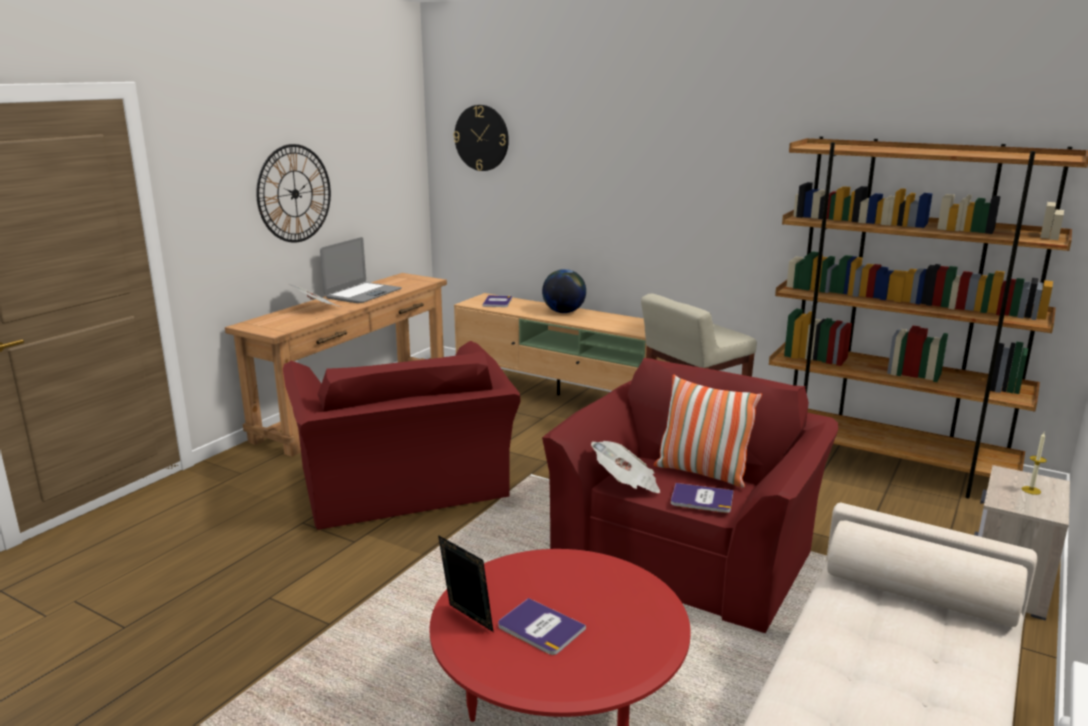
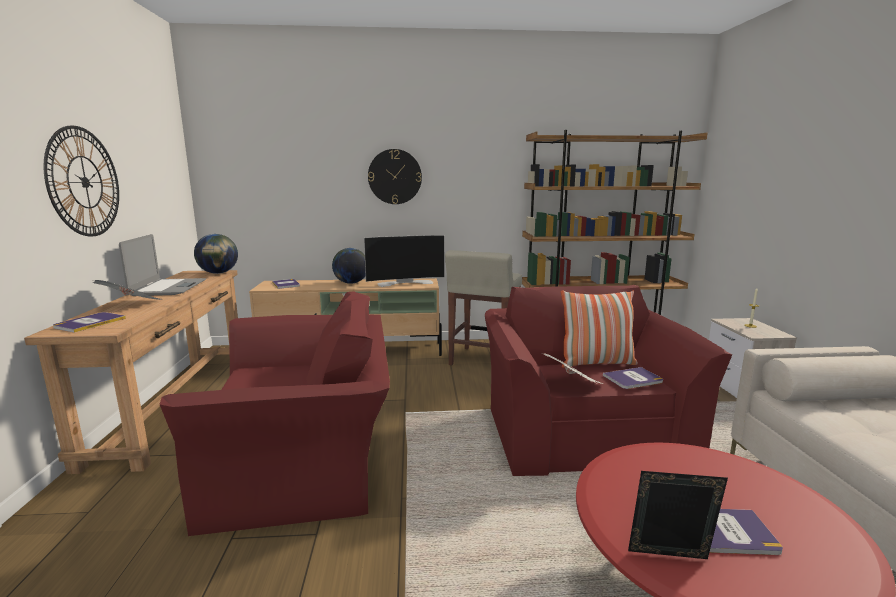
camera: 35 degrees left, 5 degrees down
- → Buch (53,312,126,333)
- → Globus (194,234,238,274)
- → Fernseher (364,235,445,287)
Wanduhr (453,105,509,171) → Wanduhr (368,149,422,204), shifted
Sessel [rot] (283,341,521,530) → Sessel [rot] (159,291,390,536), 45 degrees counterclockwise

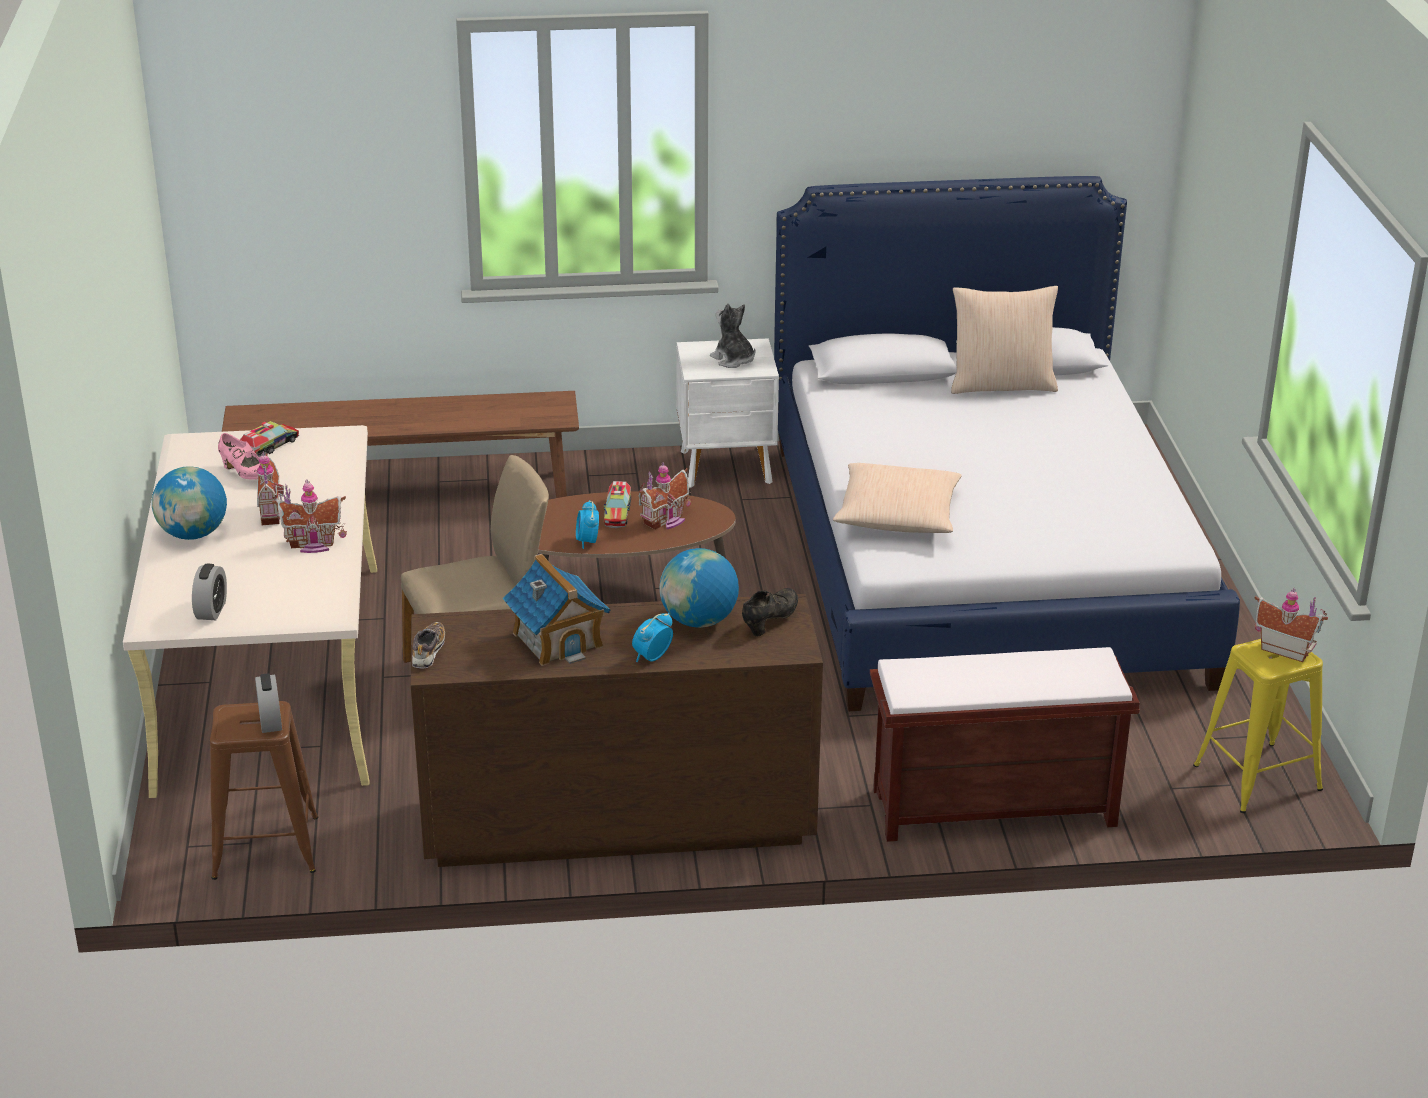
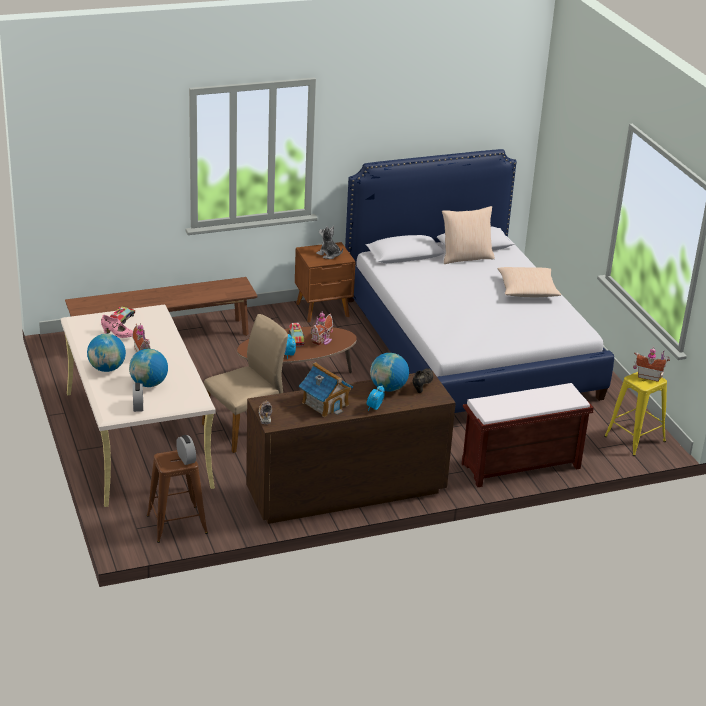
camera: 15 degrees left, 0 degrees up
Spielzeughaus (272,479,347,553) → -
- → Globus (129,349,168,387)
Kissen [beige] (833,463,962,533) → Kissen [beige] (498,267,561,297), shifted
Nachttisch [weiß] (676,338,779,488) → Nachttisch [braun] (295,242,356,323)

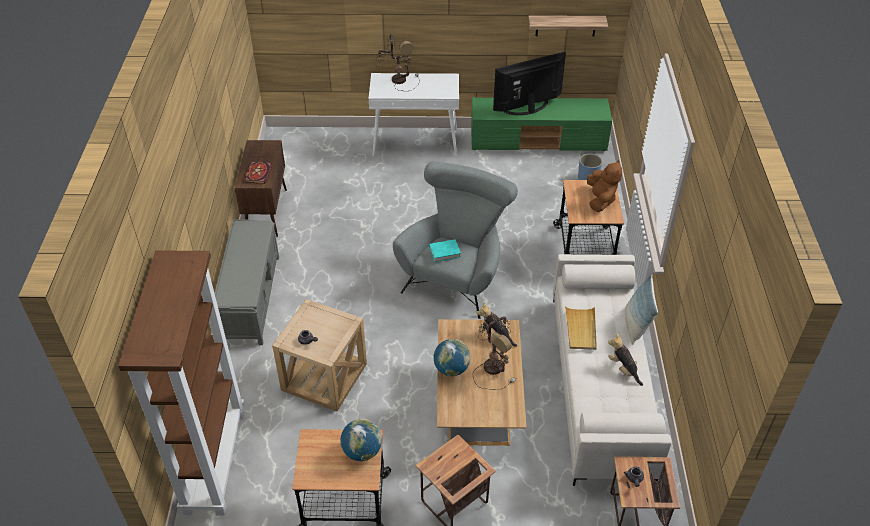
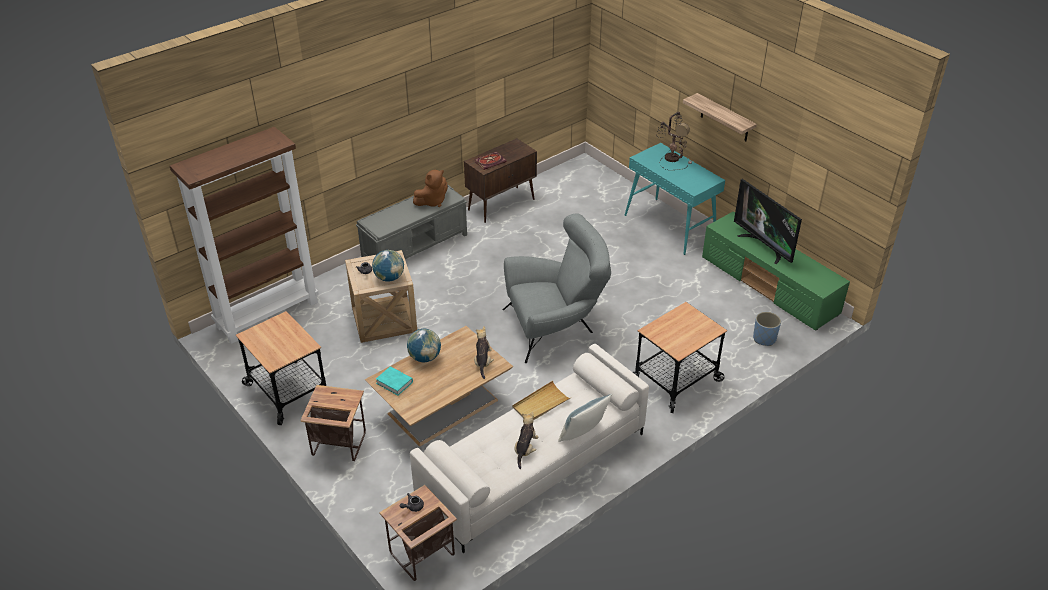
camera: 50 degrees right, 5 degrees down
Tischlampe (473,316,516,390) → -
Globus (341,419,382,461) → Globus (372,250,404,282), shifted
Buch [türkis] (429,239,461,263) → Buch [türkis] (376,366,413,395), shifted
Wandregal (528,15,608,37) → Wandregal (683,93,757,141), shifted
Plüschtier [braun] (587,160,622,212) → Plüschtier [braun] (413,170,448,207), shifted
Konsolentisch [weiß] (369,73,459,157) → Konsolentisch [türkis] (625,143,725,255)
Fernseher (493,52,566,115) → Fernseher (734,179,802,264), 150 degrees counterclockwise

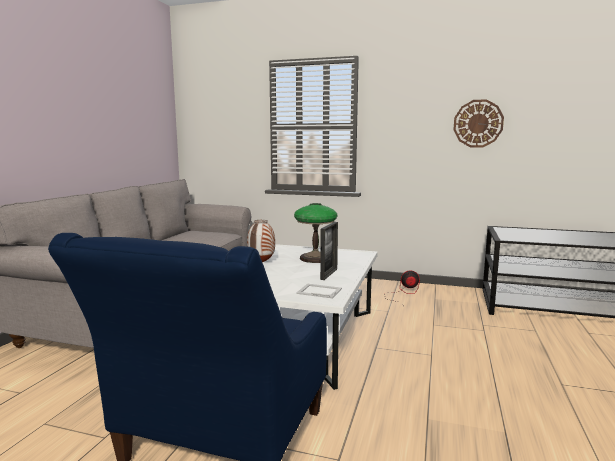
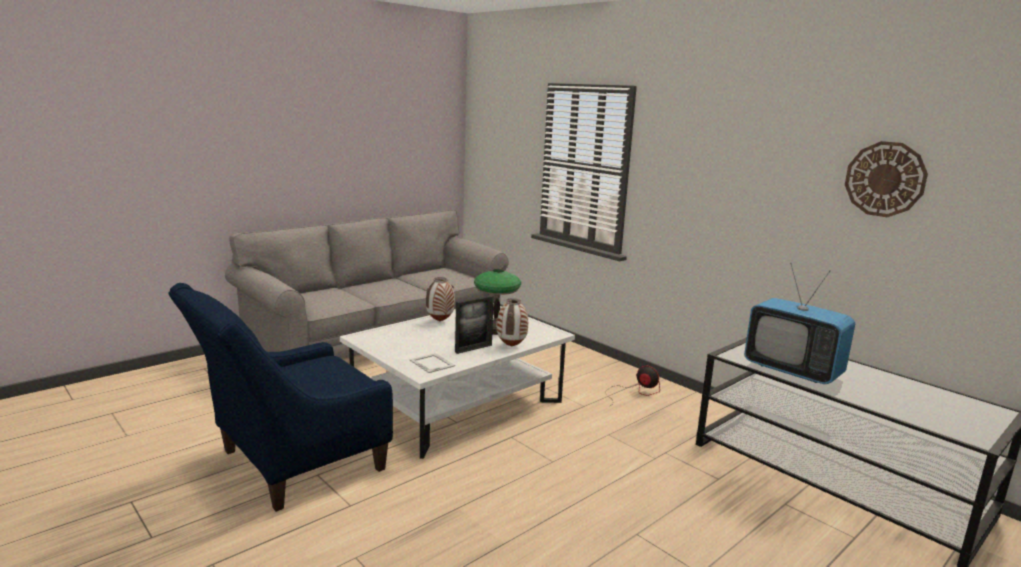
camera: 30 degrees right, 5 degrees up
- → Vase (497,298,528,347)
- → Fernseher (744,263,855,384)
Wanduhr (454,99,504,147) → Wanduhr (845,141,928,217), shifted

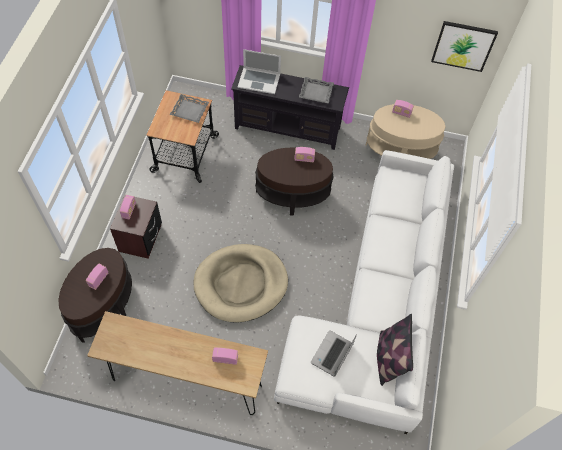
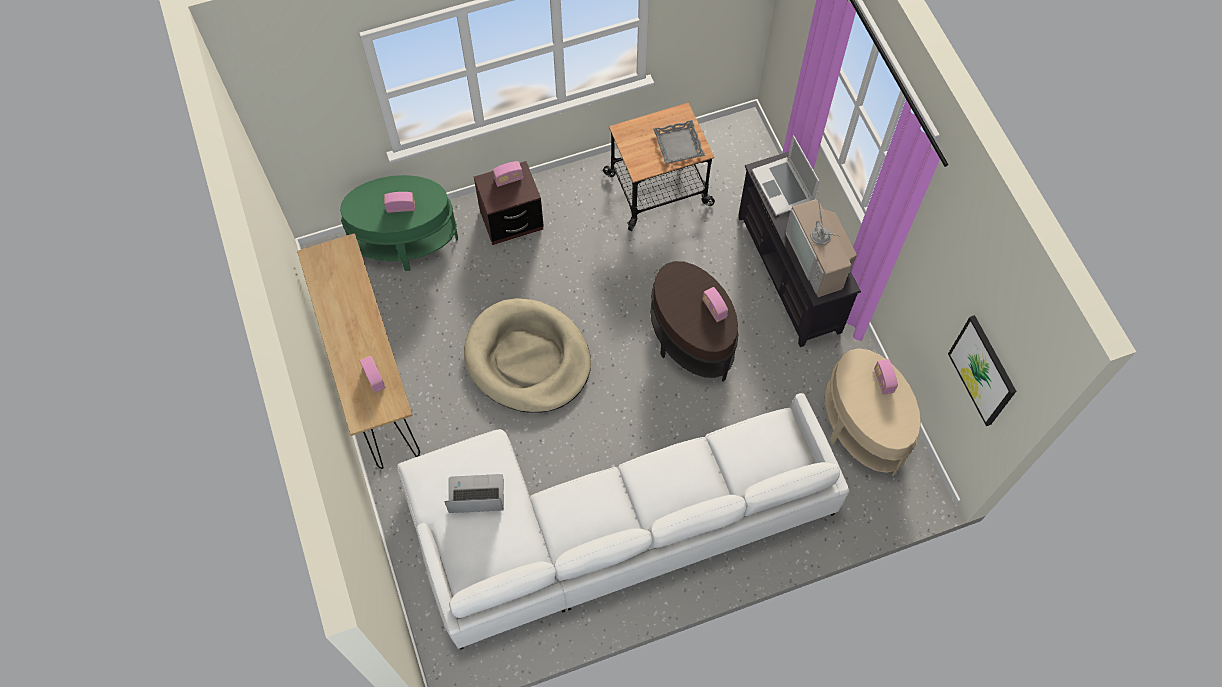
camera: 60 degrees right, 5 degrees up
Kissen (377,314,413,386) → -
Tablett [grau] (299,77,334,103) → Fernseher (785,192,857,297)
Beistelltisch [braun] (58,248,132,343) → Beistelltisch [grün] (340,175,458,271)

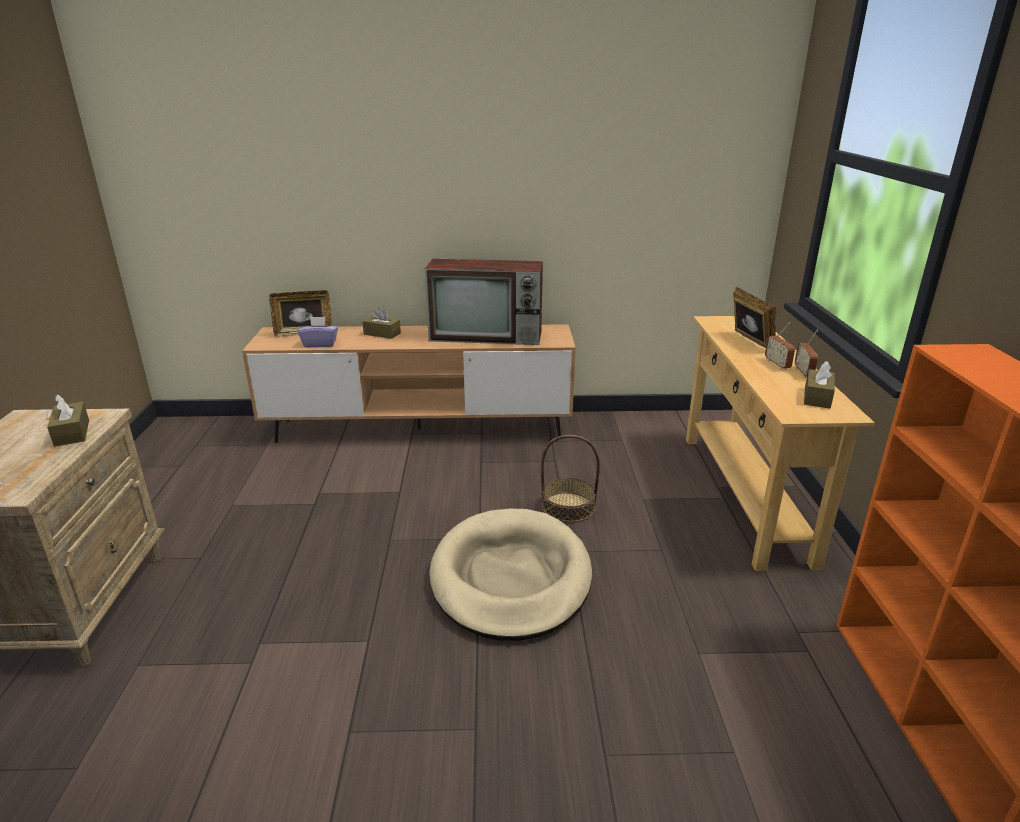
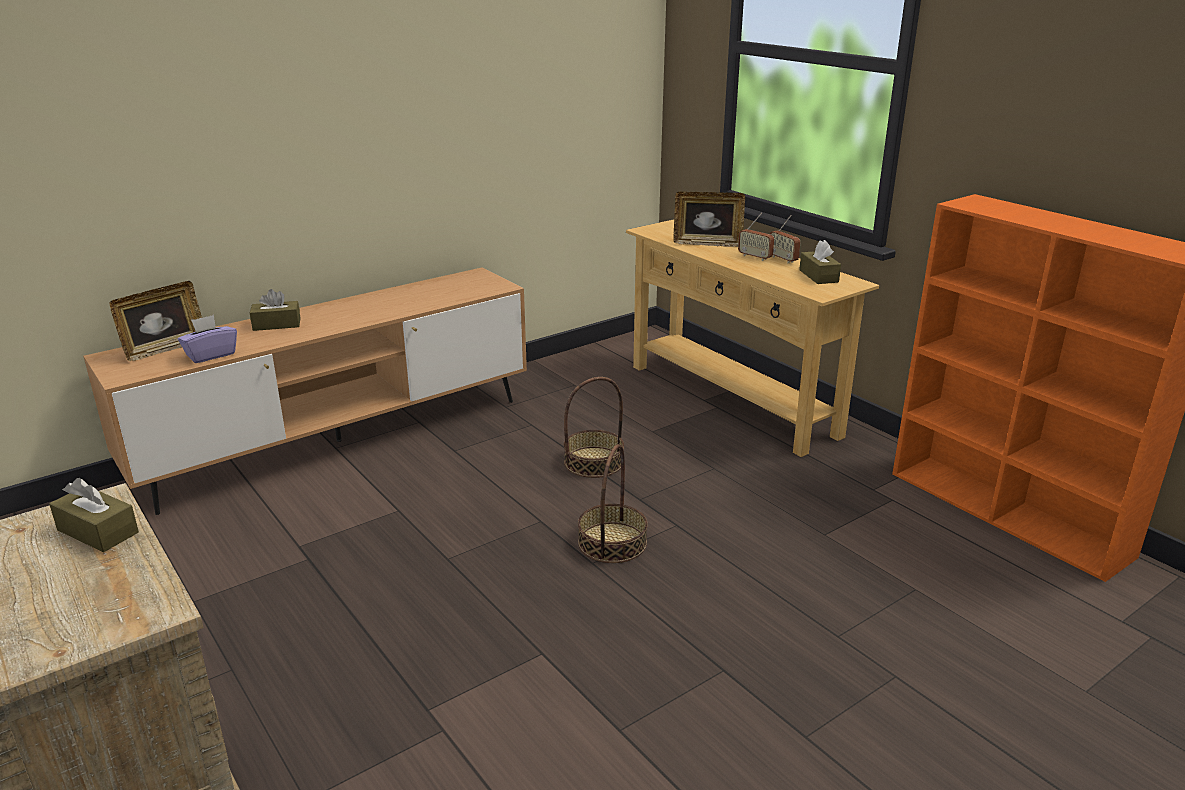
camera: 35 degrees left, 0 degrees up
Fernseher (425,259,543,345) → -
Hundebett [beige] (429,509,592,641) → Korb (578,444,648,563)
Bilderrahmen (733,287,776,348) → Bilderrahmen (673,192,745,247), 150 degrees clockwise

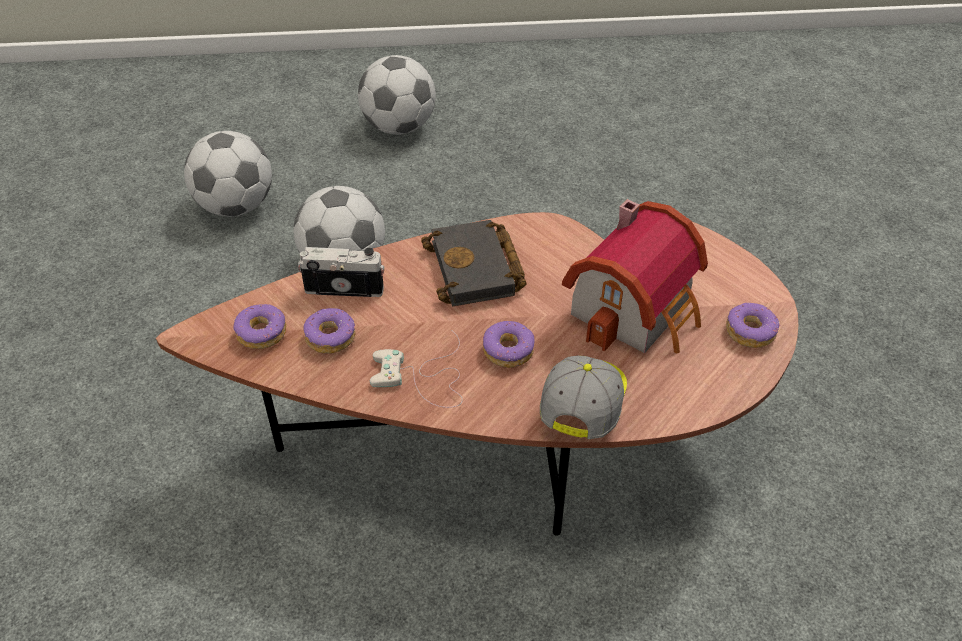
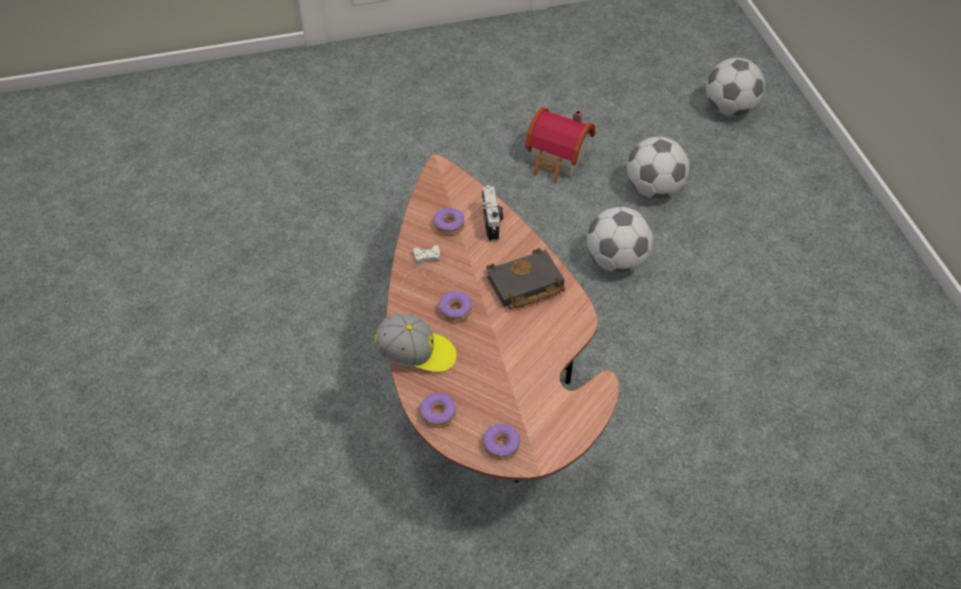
camera: 80 degrees right, 5 degrees up
Donut (233,304,286,349) → Donut (420,393,456,428), shifted
Fußball (358,55,436,135) → Fußball (706,58,765,116), shifted
Spielzeughaus (562,199,708,354) → Spielzeughaus (525,107,596,183), shifted

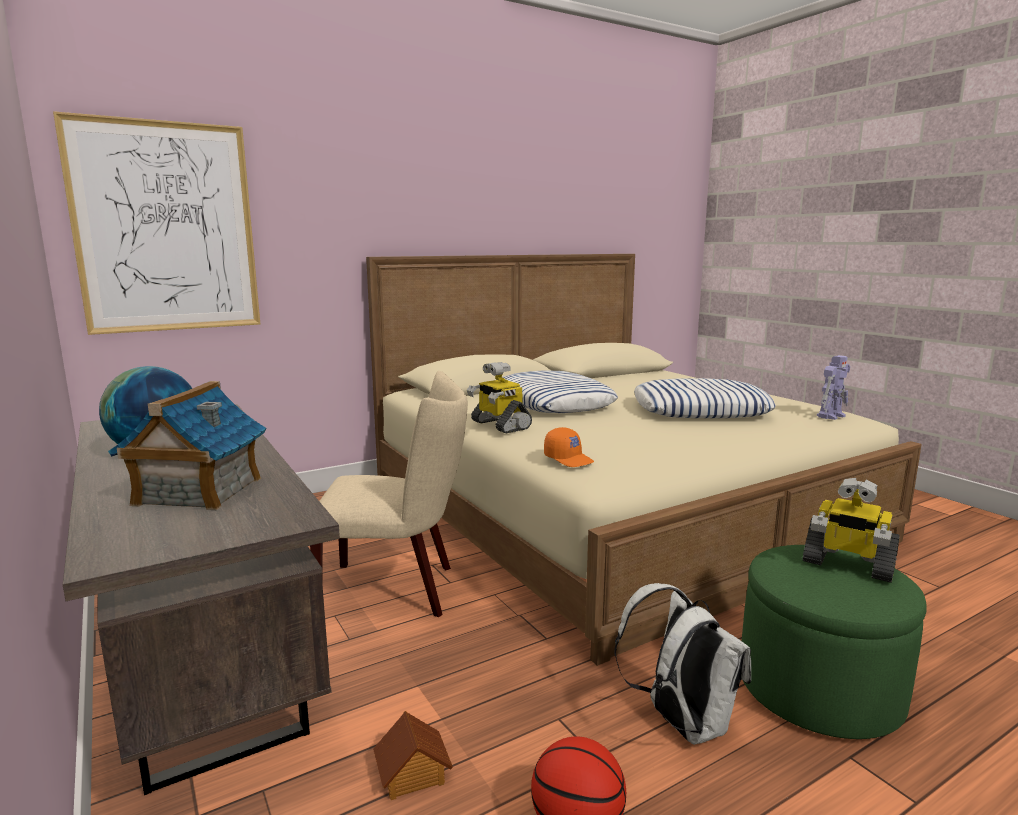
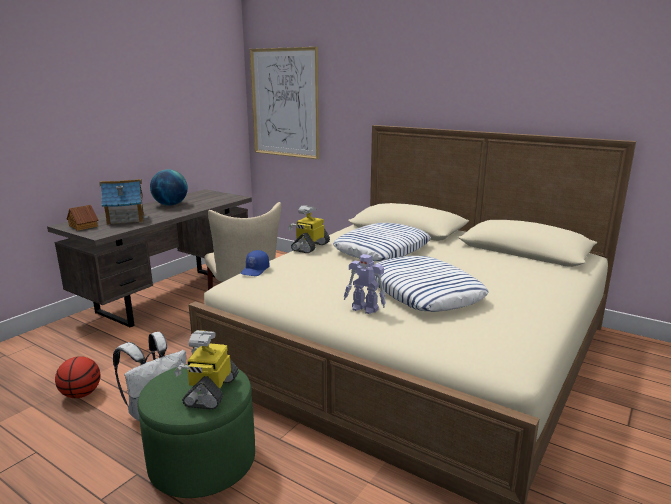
camera: 65 degrees right, 5 degrees up
Spielzeughaus (373,711,453,800) → Spielzeughaus (67,205,98,231), shifted
Spielzeugroboter (817,355,850,420) → Spielzeugroboter (344,254,386,314), shifted
Kappe [orange] (544,427,594,467) → Kappe [blau] (241,250,269,276)

